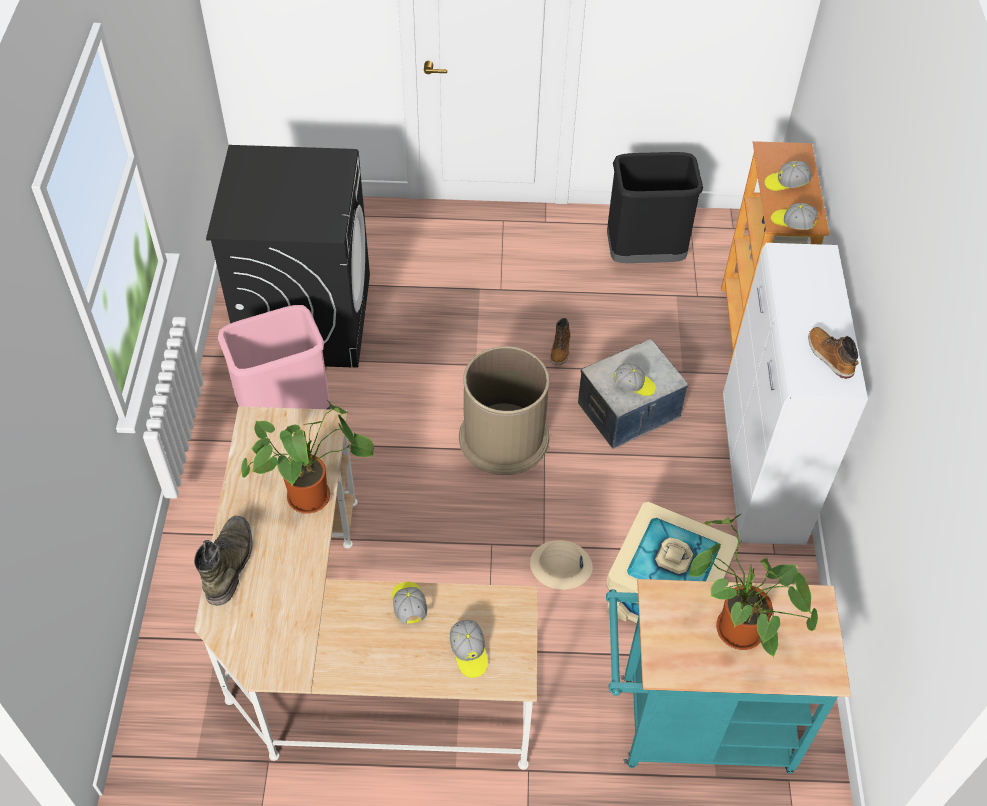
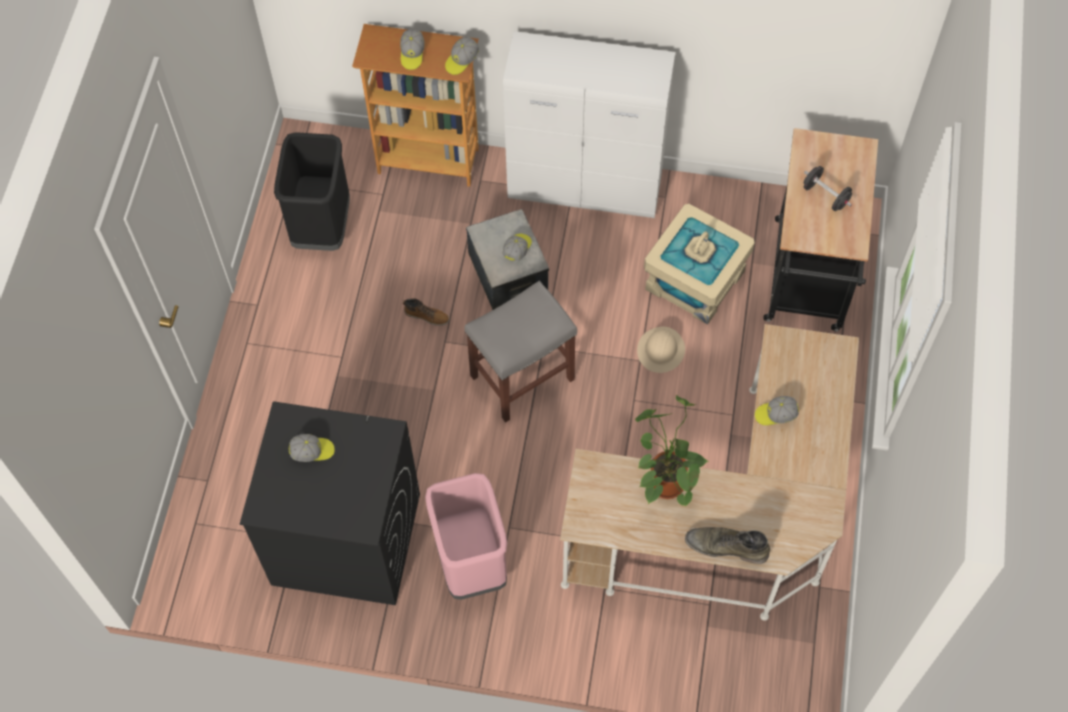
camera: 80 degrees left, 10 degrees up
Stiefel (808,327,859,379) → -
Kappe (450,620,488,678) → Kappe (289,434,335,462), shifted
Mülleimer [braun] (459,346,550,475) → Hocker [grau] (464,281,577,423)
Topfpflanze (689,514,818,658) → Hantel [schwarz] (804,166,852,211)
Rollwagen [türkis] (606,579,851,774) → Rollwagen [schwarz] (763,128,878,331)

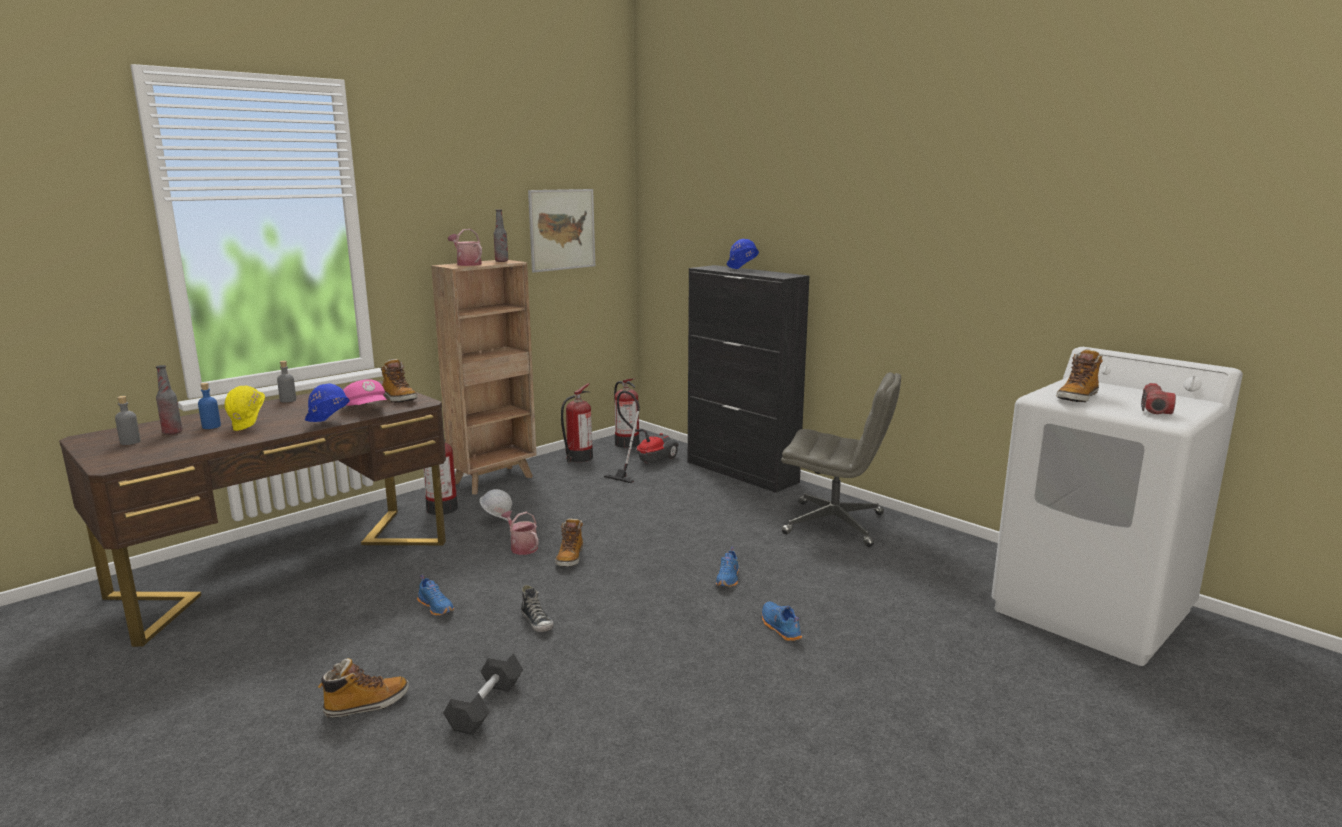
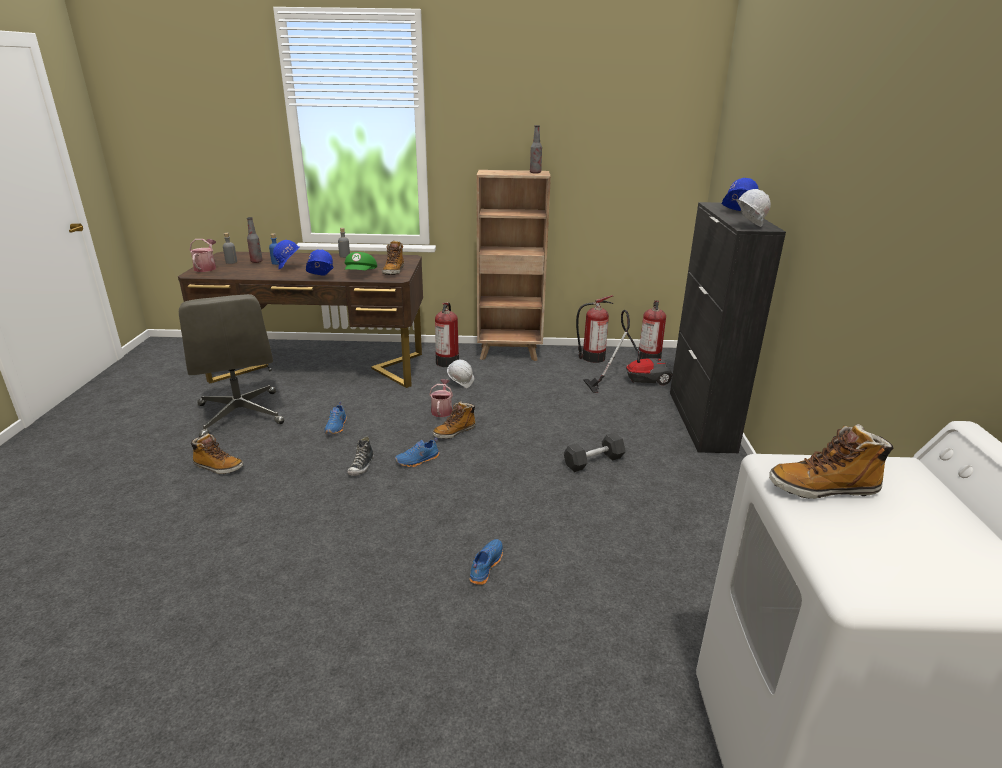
camera: 45 degrees right, 10 degrees up
Bild (528,189,595,273) → -
Taschenlampe (1141,383,1176,414) → -
- → Schutzhelm [weiß] (736,189,771,227)
Hantel [grau] (443,650,523,735) → Hantel [grau] (564,433,626,472), shifted
Gießkanne (448,229,482,266) → Gießkanne (190,239,216,272), shifted
Schuh [blau] (716,547,738,587) → Schuh [blau] (395,438,439,467), shifted
Bürostuhl [grau] (781,372,901,547) → Bürostuhl [grau] (179,294,284,437), shifted
Schutzhelm [gelb] (225,386,265,431) → Schutzhelm [blau] (273,240,300,269)
Kappe [rosa] (343,379,387,406) → Kappe [grün] (344,252,377,270)

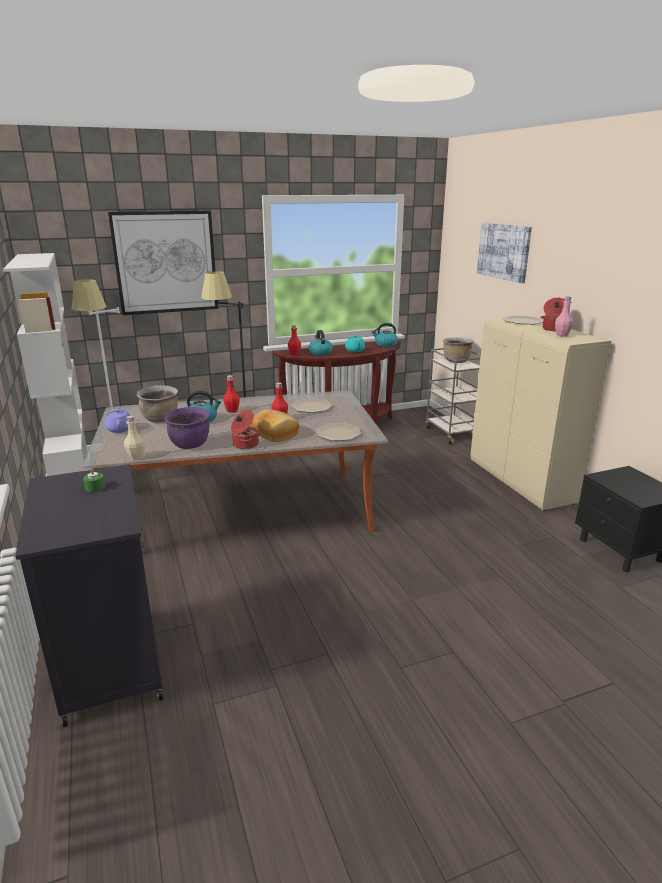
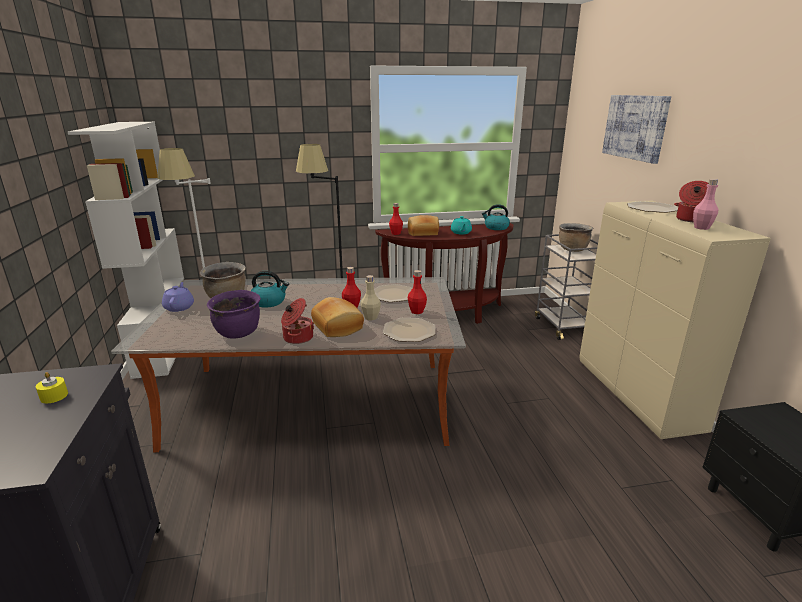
camera: 10 degrees right, 0 degrees up
Bild (108,210,218,315) → -
Flasche [beige] (124,415,145,460) → Flasche [beige] (360,275,381,320), shifted
Flasche [rot] (223,375,240,413) → Flasche [rot] (408,270,427,314), shifted
Wasserkessel (308,330,333,356) → Brot (408,215,439,236)
Kerze [grün] (83,468,105,492) → Kerze [gelb] (36,372,68,403)

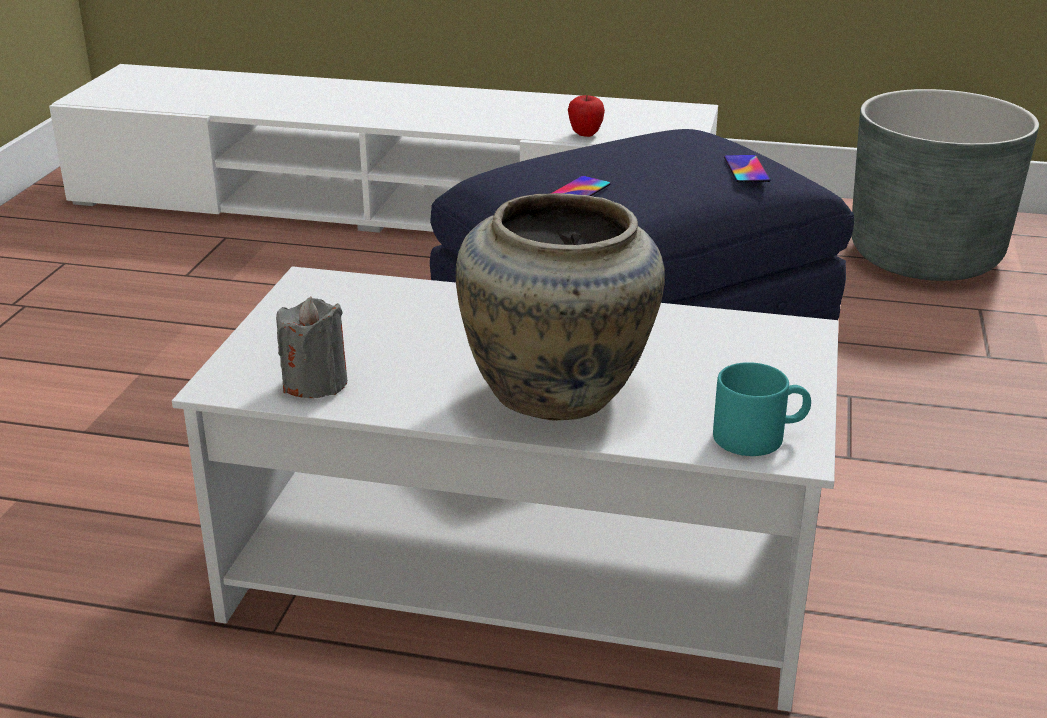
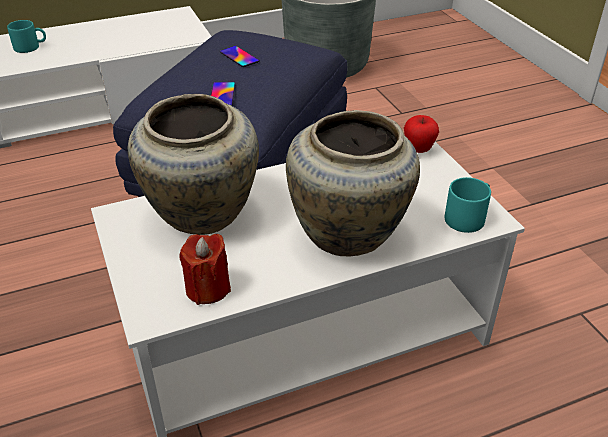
camera: 35 degrees left, 10 degrees up
- → Henkelbecher [türkis] (7,20,46,53)
- → Vase [beige] (128,94,259,235)
Apfel (568,95,605,137) → Apfel (404,115,439,153), shifted
Handy (724,155,771,183) → Handy (220,46,260,67), shifted
Kerze [grau] (276,297,347,398) → Kerze [rot] (180,234,231,305)

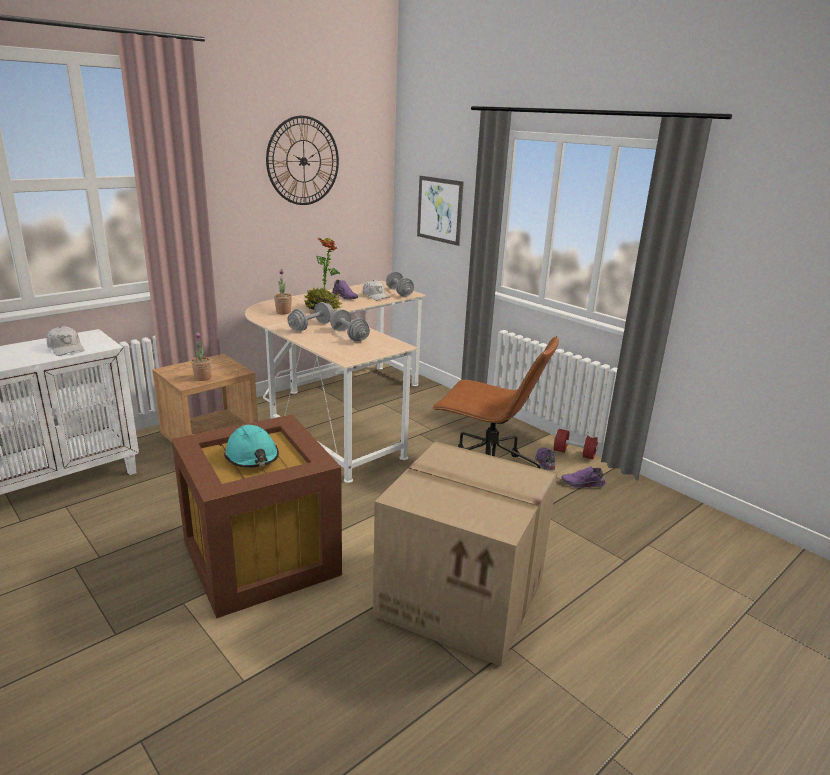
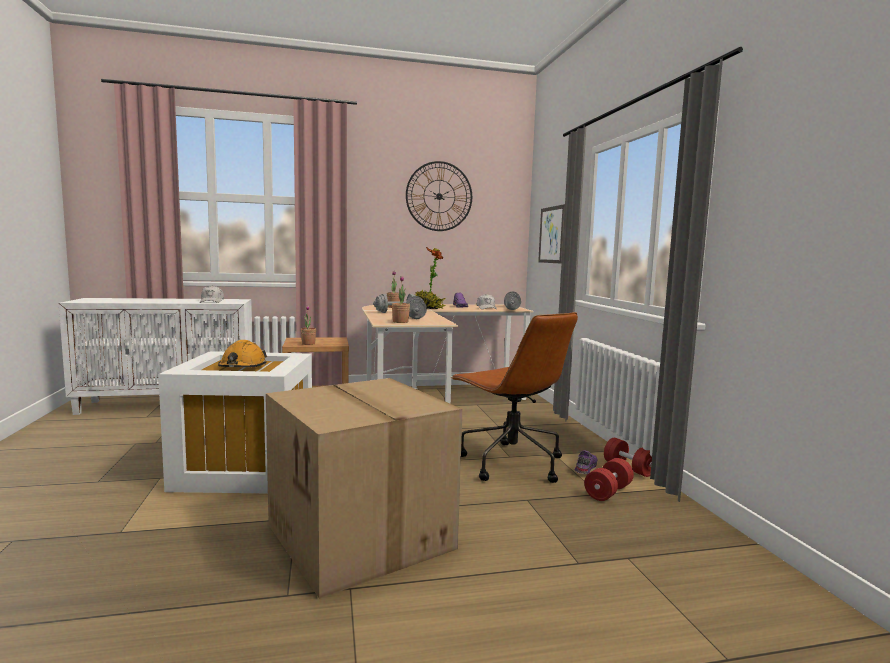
camera: 30 degrees right, 15 degrees down
- → Topfpflanze (392,276,410,323)
Schuh [lila] (561,466,606,488) → Hantel [rot] (584,458,634,501)
Aufbewahrungsbox [braun] (172,414,342,619) → Aufbewahrungsbox [weiß] (158,351,312,493)
Schutzhelm [türkis] (224,425,279,468) → Schutzhelm [orange] (218,340,267,367)

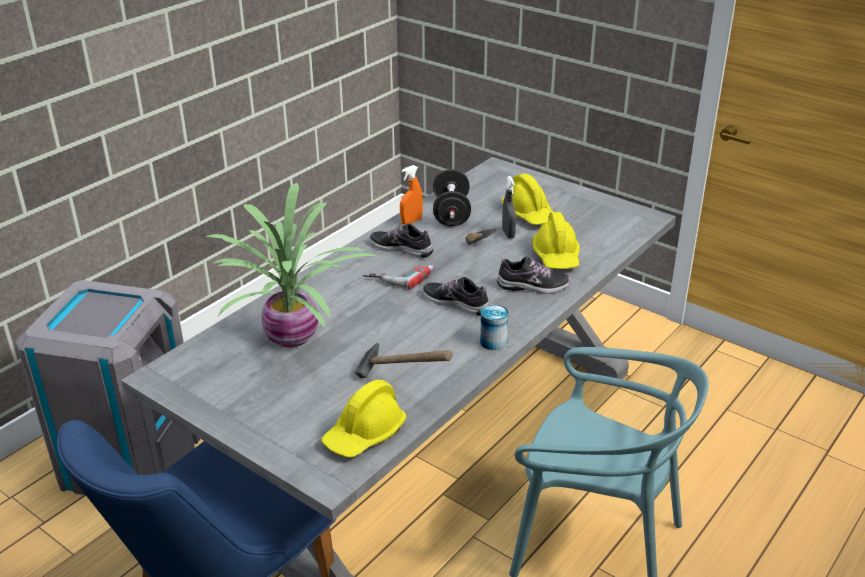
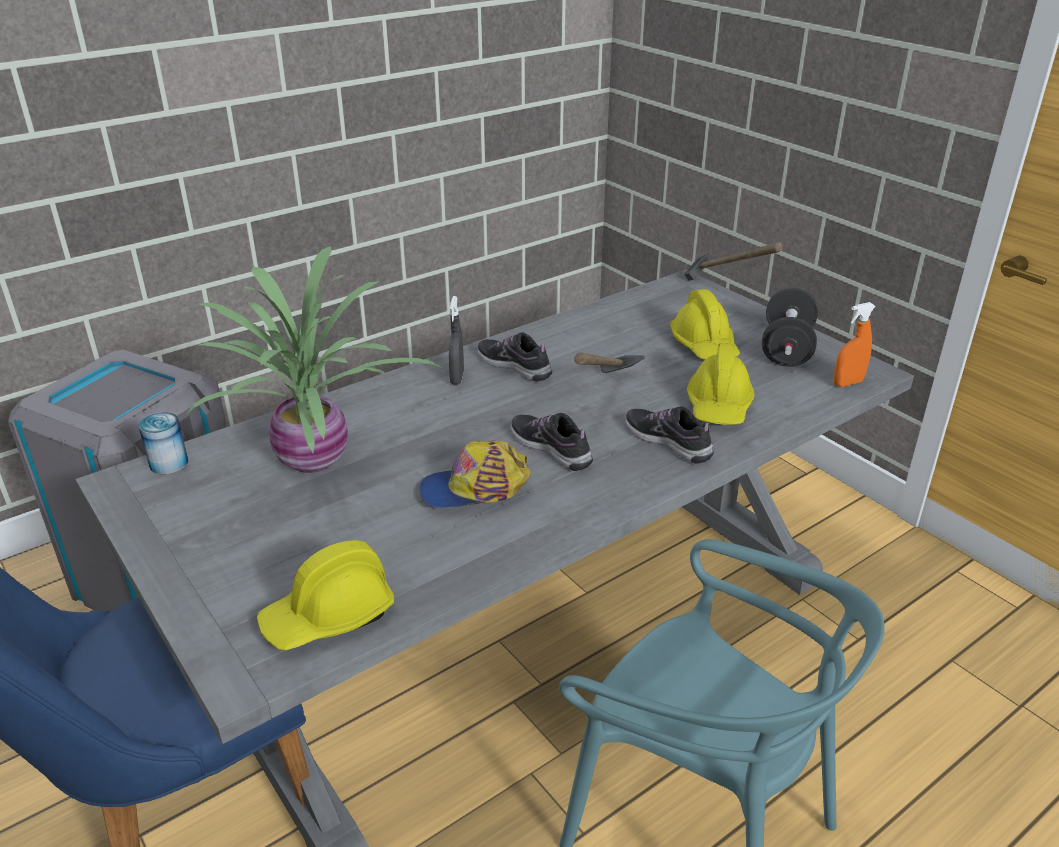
camera: 15 degrees right, 0 degrees up
Bohrmaschine (363,265,434,290) → -
- → Kappe (420,440,531,508)
Hammer (355,343,453,378) → Hammer (684,242,783,281), shifted
Sprühflasche [orange] (400,165,423,224) → Sprühflasche [orange] (834,302,876,387), shifted
Hantel [schwarz] (433,169,471,227) → Hantel [schwarz] (762,288,818,367), shifted
Dose (480,304,508,350) → Dose (138,412,188,474), shifted
Sprühflasche [grau] (502,176,516,239) → Sprühflasche [grau] (449,296,464,385), shifted
Schuh (497,256,570,294) → Schuh (625,406,714,464), 150 degrees counterclockwise

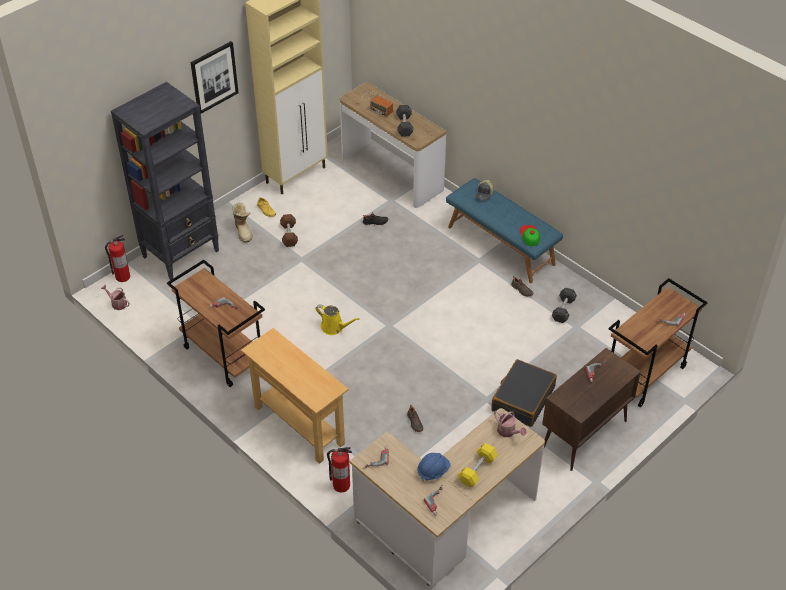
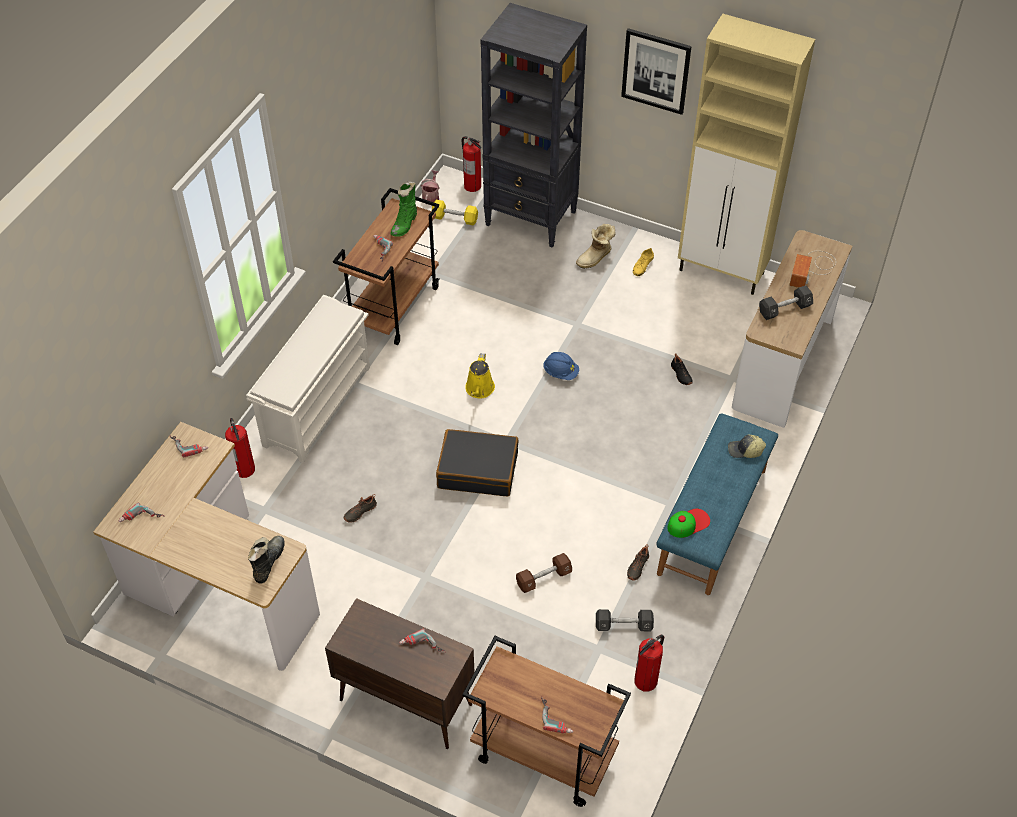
camera: 70 degrees right, 5 degrees up
- → Stiefel [grün] (390,181,417,237)
- → Feuerlöscher (635,634,664,692)
Hantel [braun] (280,214,298,247) → Hantel [braun] (516,553,572,593), shifted
Schutzhelm [blau] (417,453,450,482) → Schutzhelm [blau] (543,352,579,380), shifted
Hantel [gelb] (458,443,498,488) → Hantel [gelb] (432,200,478,225), shifted
Koffer [schwarz] (491,359,557,427) → Koffer [schwarz] (436,429,519,496), shifted
Konsolentisch [beige] (241,328,349,464) → Schuhregal [weiß] (246,295,370,463)
Gießkanne (494,411,527,437) → Stiefel [schwarz] (248,536,285,584)

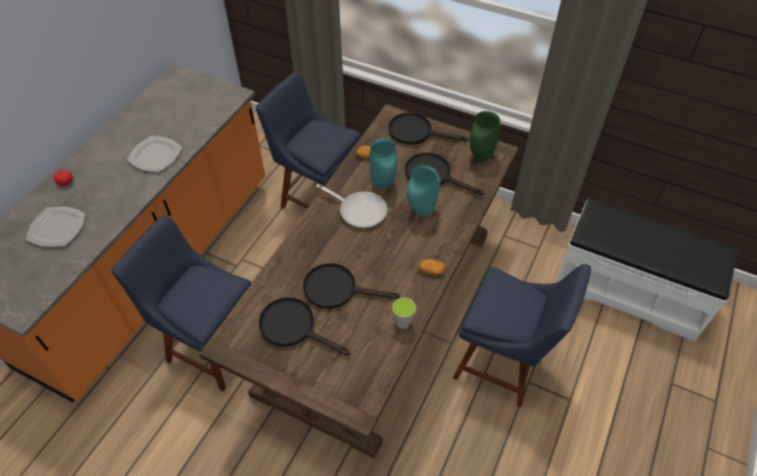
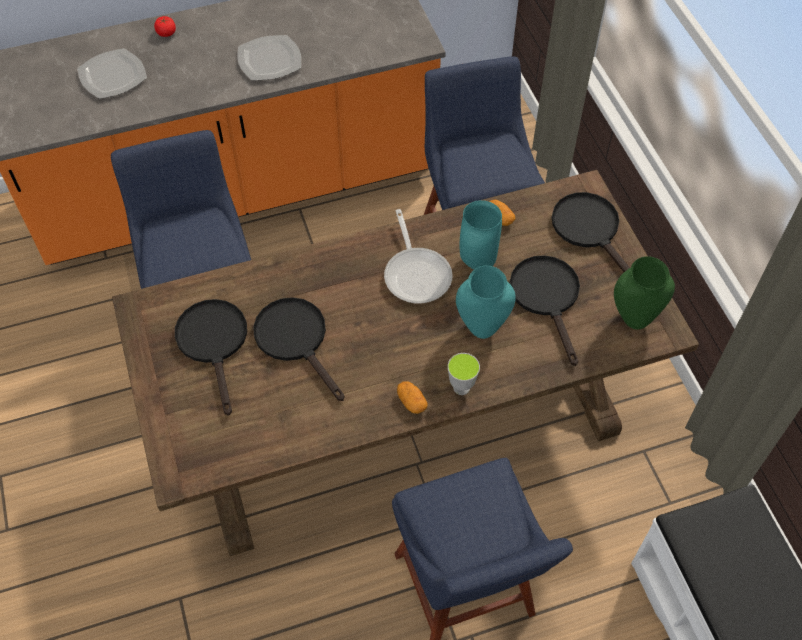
camera: 45 degrees right, 5 degrees up
Tasse (392,297,416,329) → Tasse (448,353,480,395), shifted

